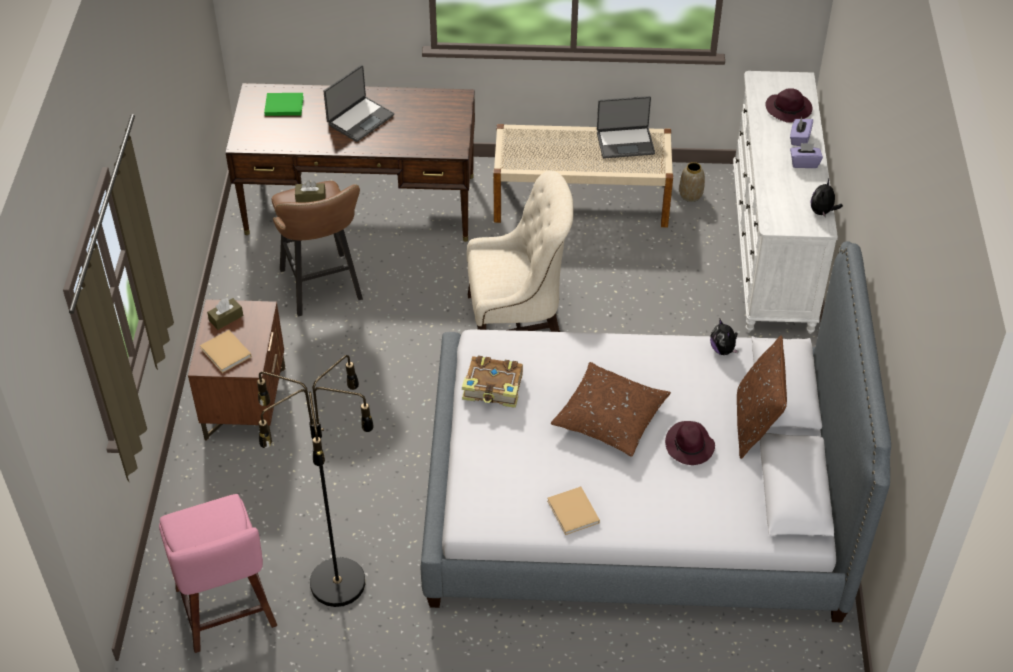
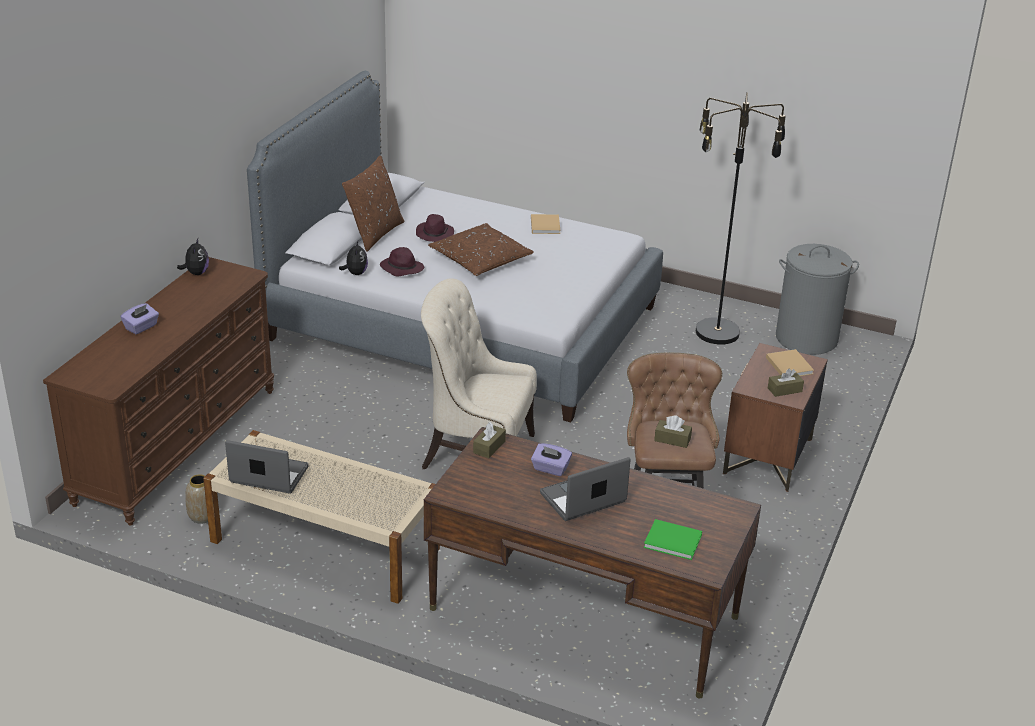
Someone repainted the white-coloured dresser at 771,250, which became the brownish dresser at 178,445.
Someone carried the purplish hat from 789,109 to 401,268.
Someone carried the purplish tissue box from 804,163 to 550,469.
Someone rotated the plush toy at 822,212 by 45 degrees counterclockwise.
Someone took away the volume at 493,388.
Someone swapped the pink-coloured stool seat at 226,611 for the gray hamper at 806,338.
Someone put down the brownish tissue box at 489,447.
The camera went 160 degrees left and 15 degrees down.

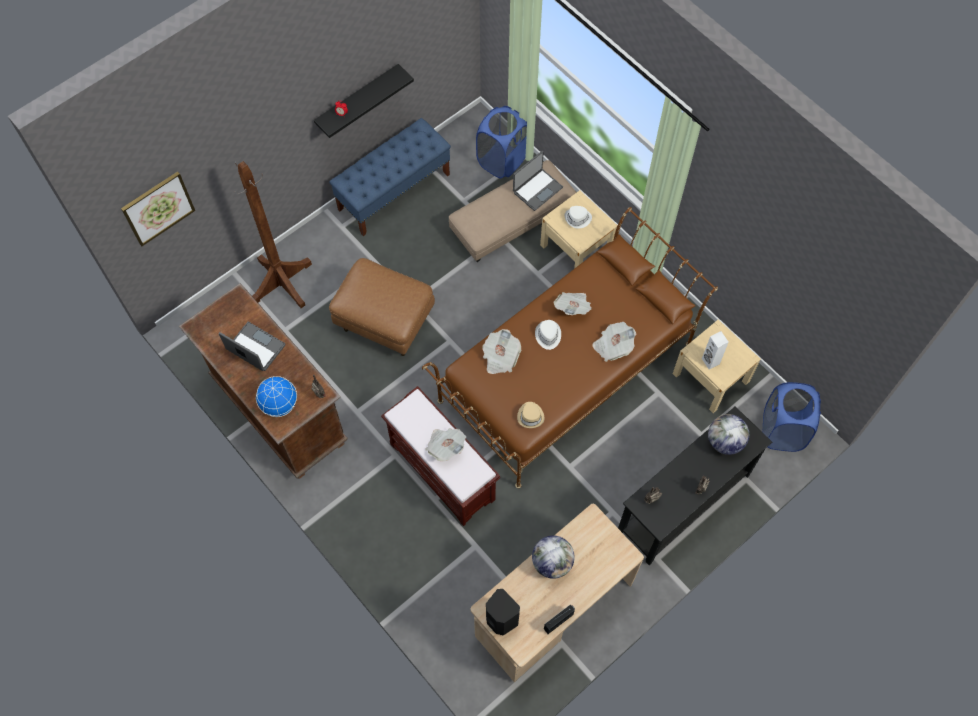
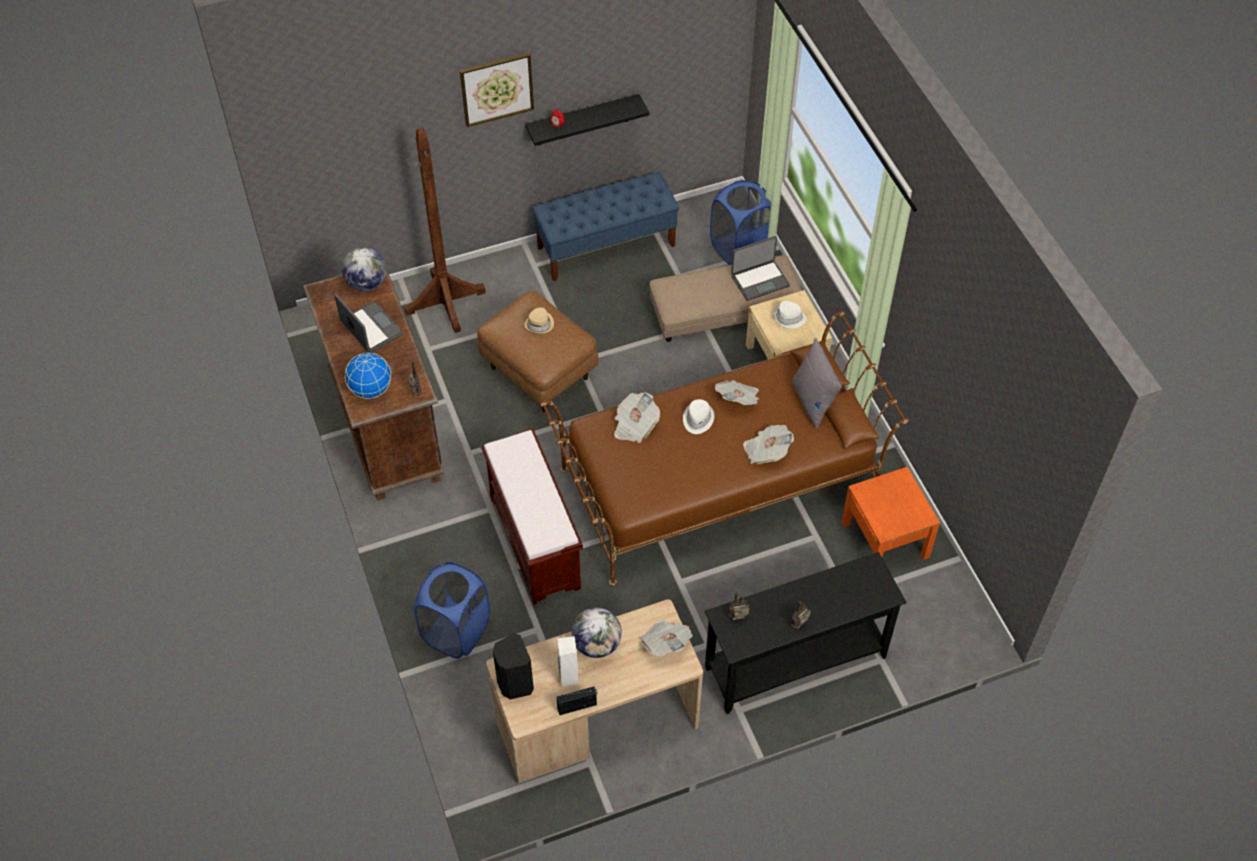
Someone carried the wall art from 158,208 to 496,88.
Someone repainted the beige bedside table at 710,377, which became the orangey bedside table at 885,539.
Someone carried the white-coloured audio speaker from 710,361 to 568,677.
Someone carried the blue-coloured hamper from 782,430 to 456,631.
Someone carried the beige hat from 530,416 to 540,324.
Someone carried the world globe from 724,441 to 366,283.
Someone carried the printed paper from 445,446 to 665,643.
Someone put down the gray cushion at 812,402.
The camera went 20 degrees right and 10 degrees down.

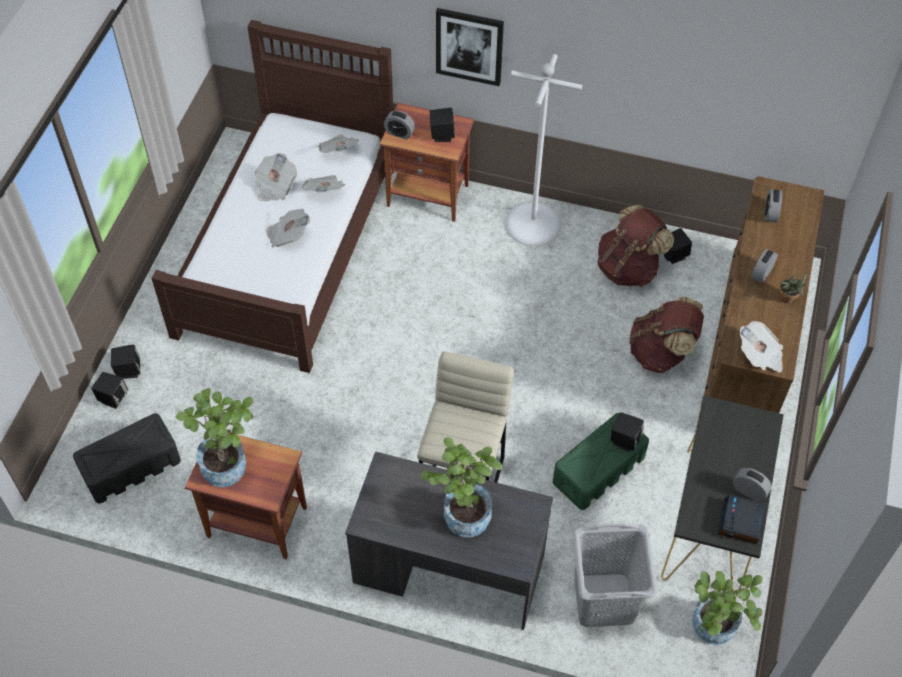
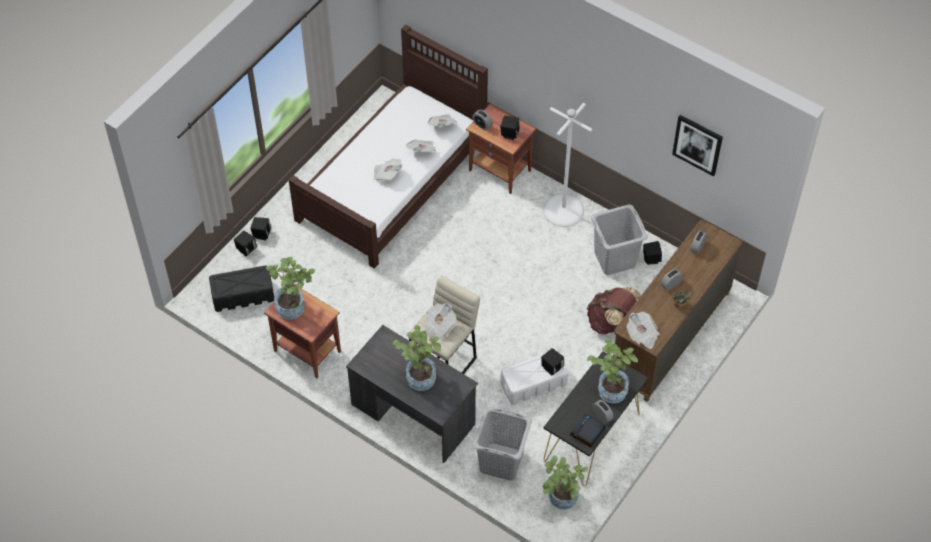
Someone carried the wall art from 469,46 to 697,144.
Someone carried the printed paper from 275,186 to 438,326.
Someone swapped the brownish backpack at 628,268 for the gray hamper at 615,259.
Someone repainted the greenish storage container at 598,470, which became the white-coloured storage container at 533,384.
Someone put down the houseplant at 610,387.
The camera went 20 degrees right and 0 degrees up.

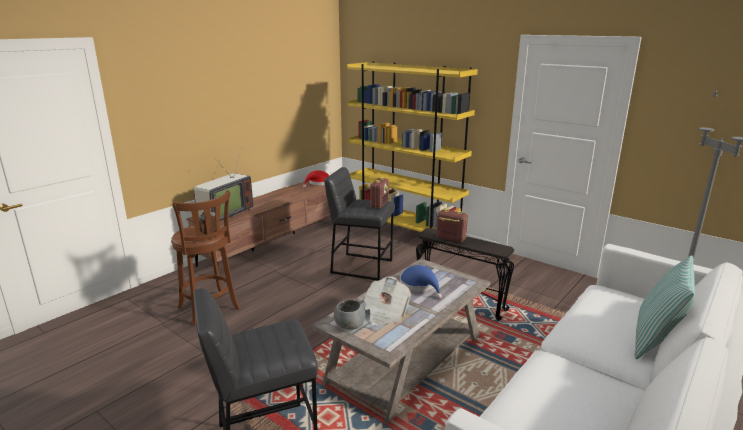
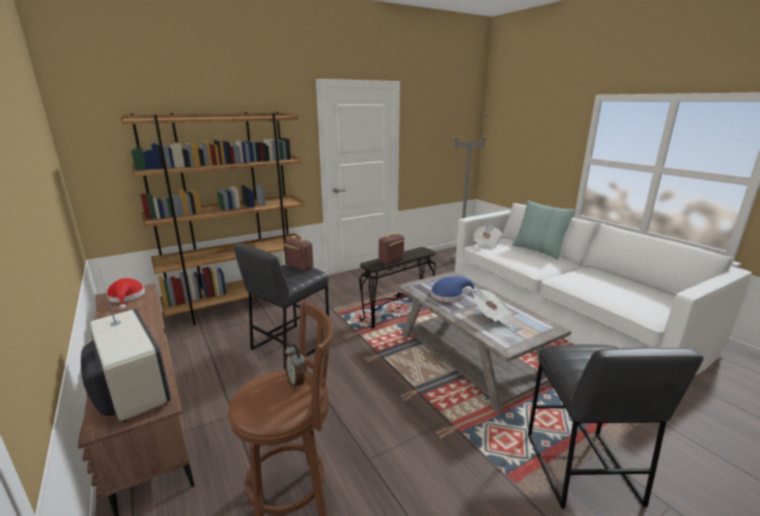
Someone repainted the yellow bookcase at 405,231, which became the brownish bookcase at 240,304.
Someone took away the gray deep dish at 349,326.
Someone put down the printed paper at 485,245.
The camera went 70 degrees left and 0 degrees up.

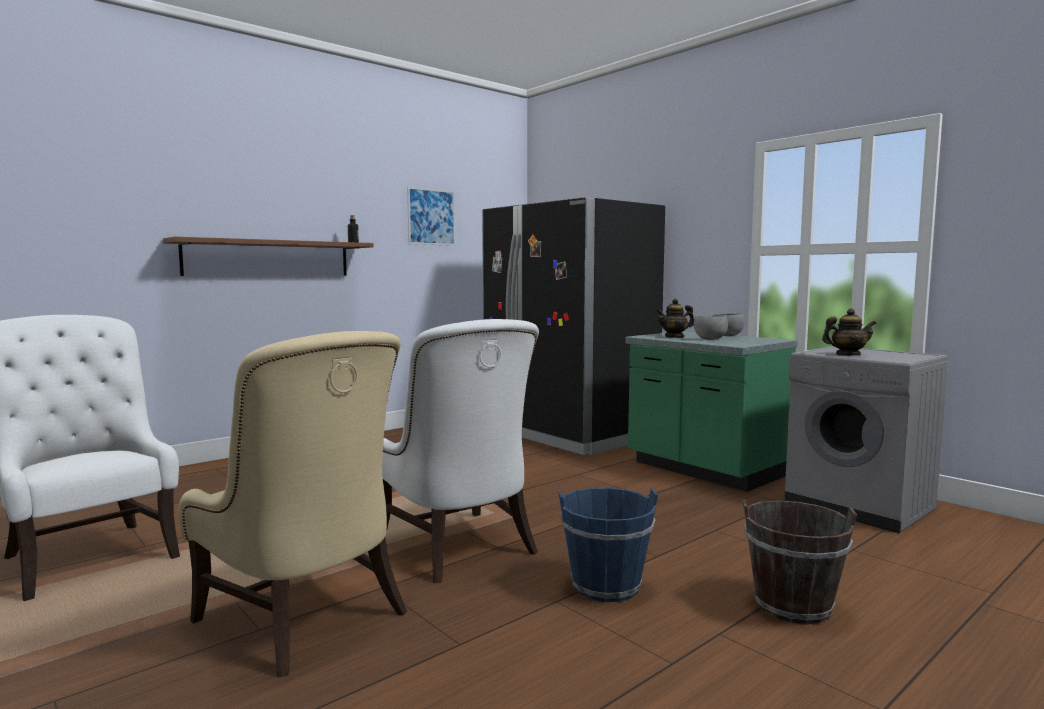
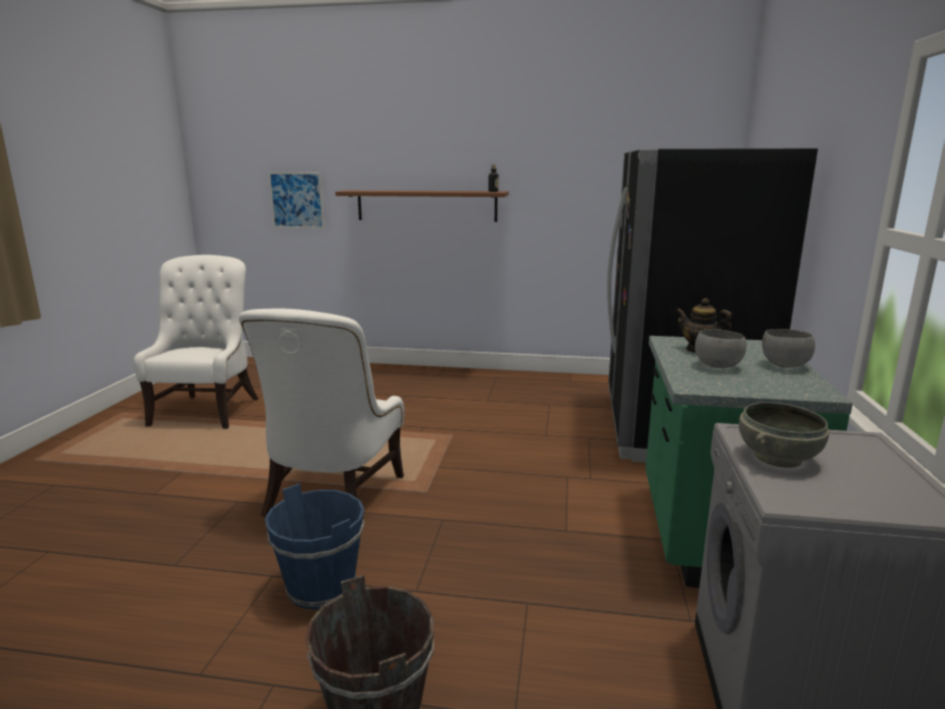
Someone carried the wall art from 431,217 to 296,200.
Someone swapped the teapot at 847,355 for the gray deep dish at 776,457.
Someone took away the beige upright chair at 305,617.
The camera went 50 degrees right and 10 degrees up.

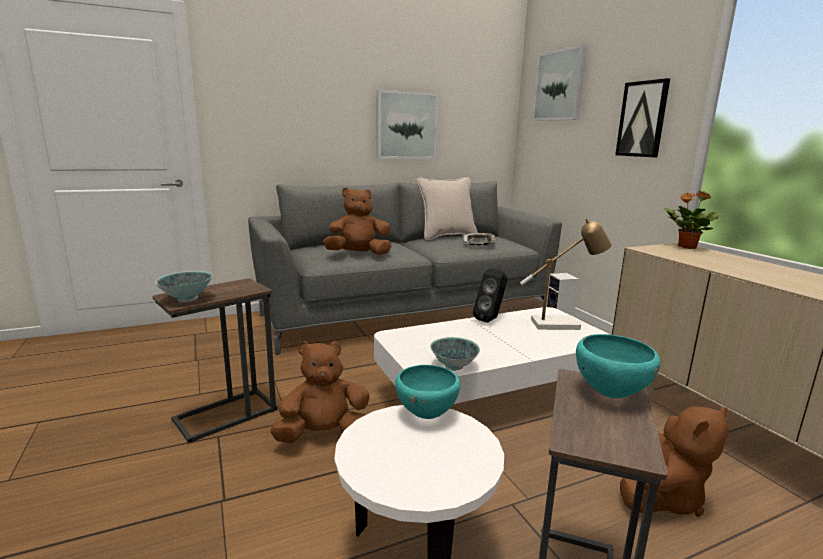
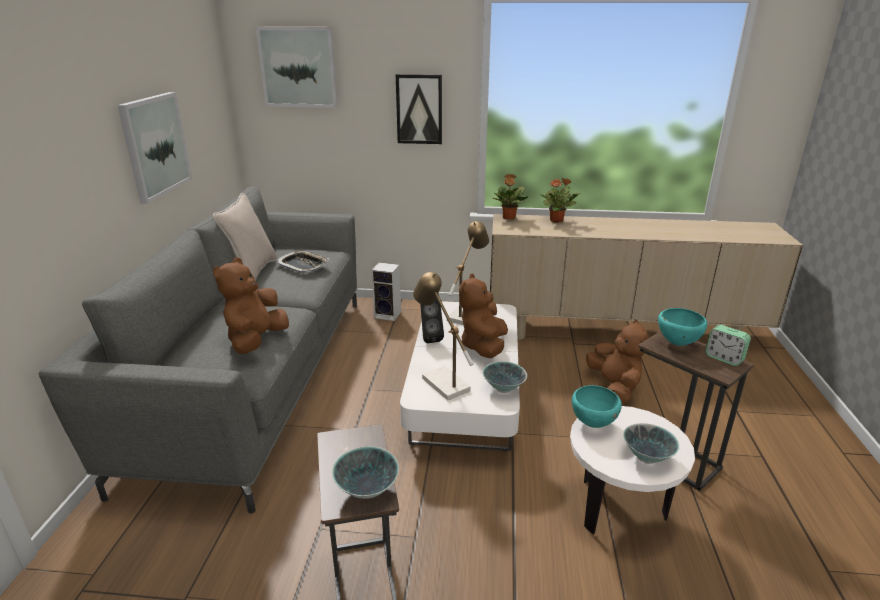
Someone carried the brownish plush toy from 324,435 to 483,346.
Someone put down the houseplant at 557,220.
Someone put down the table lamp at 441,381.
Someone put down the alarm clock at 724,358.
Someone put down the deep dish at 647,458.
The camera went 60 degrees left and 10 degrees up.

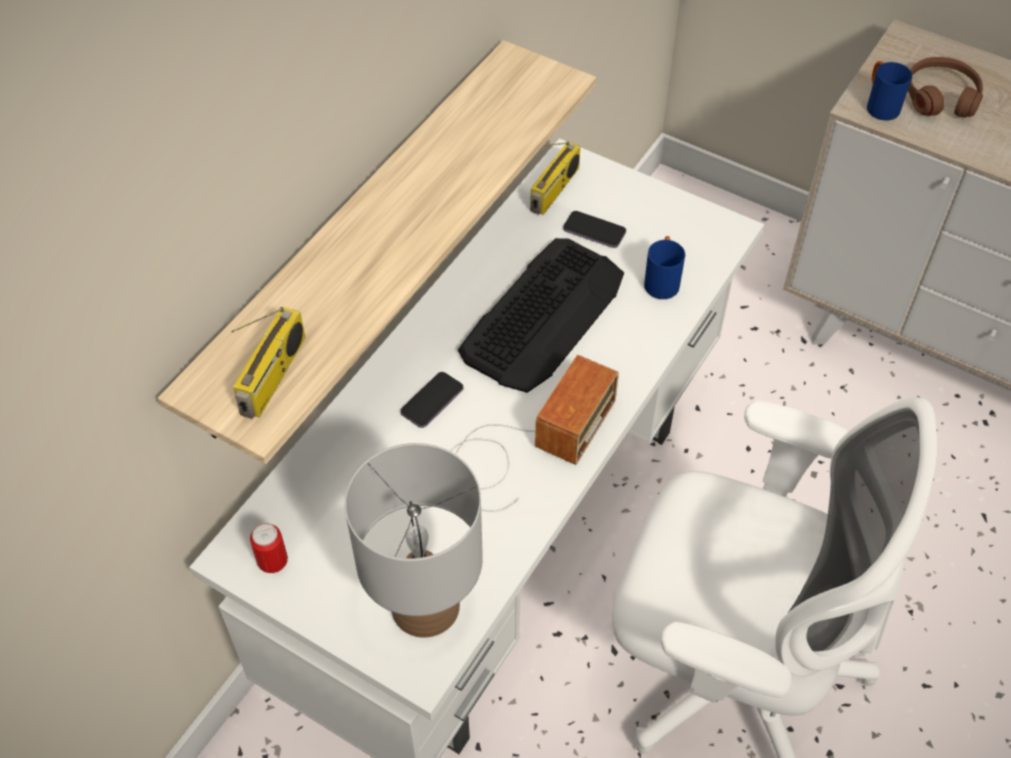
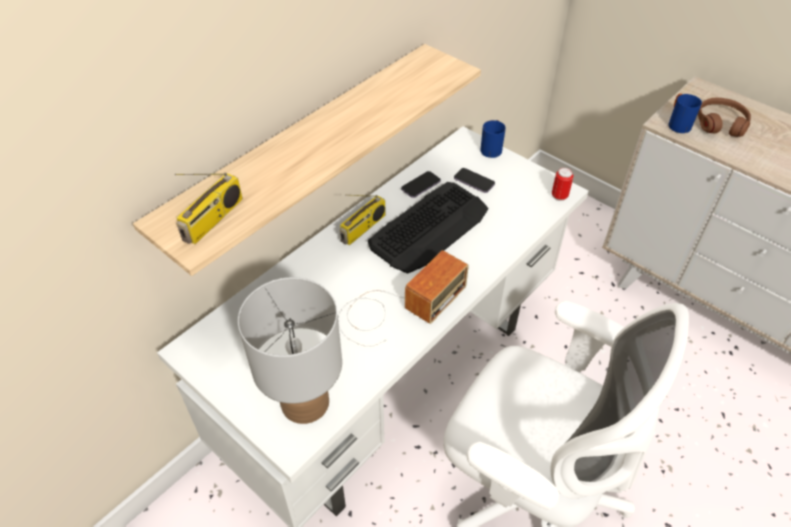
Someone carried the radio set from 555,190 to 363,229.
Someone carried the blue-coloured coffee mug from 662,281 to 491,148.
Someone carried the handset from 432,401 to 420,185.
Someone carried the can from 273,562 to 559,196.
The camera went 10 degrees right and 5 degrees down.

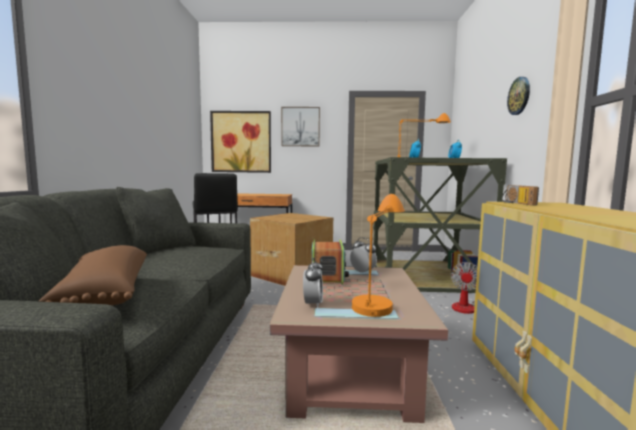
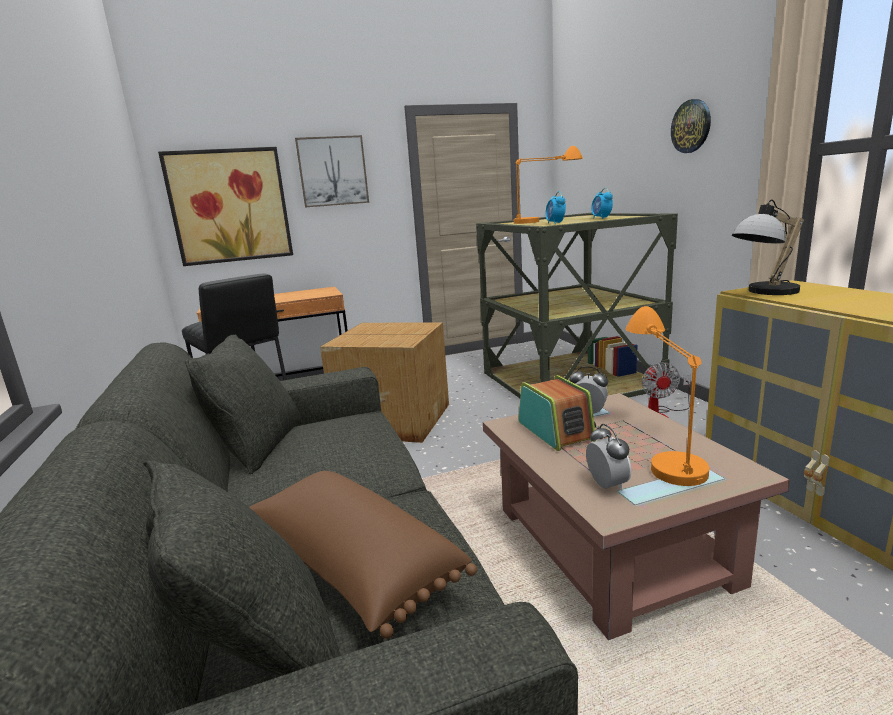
Someone swapped the radio set at 516,203 for the table lamp at 765,292.
The camera went 20 degrees left and 10 degrees up.

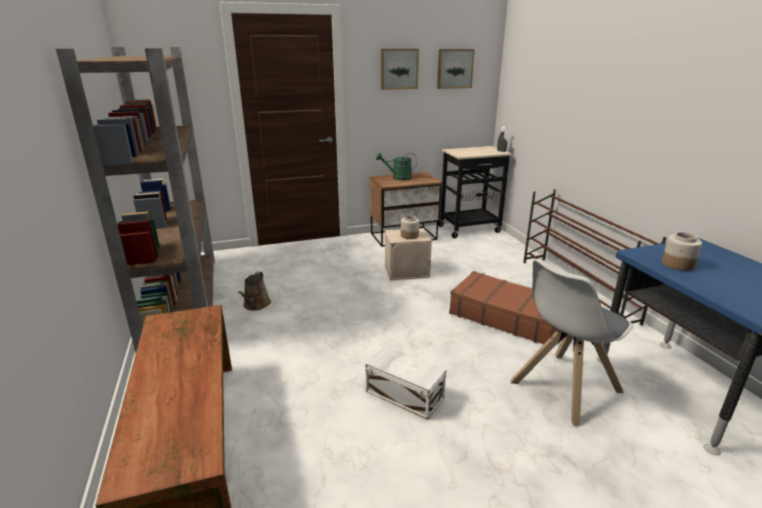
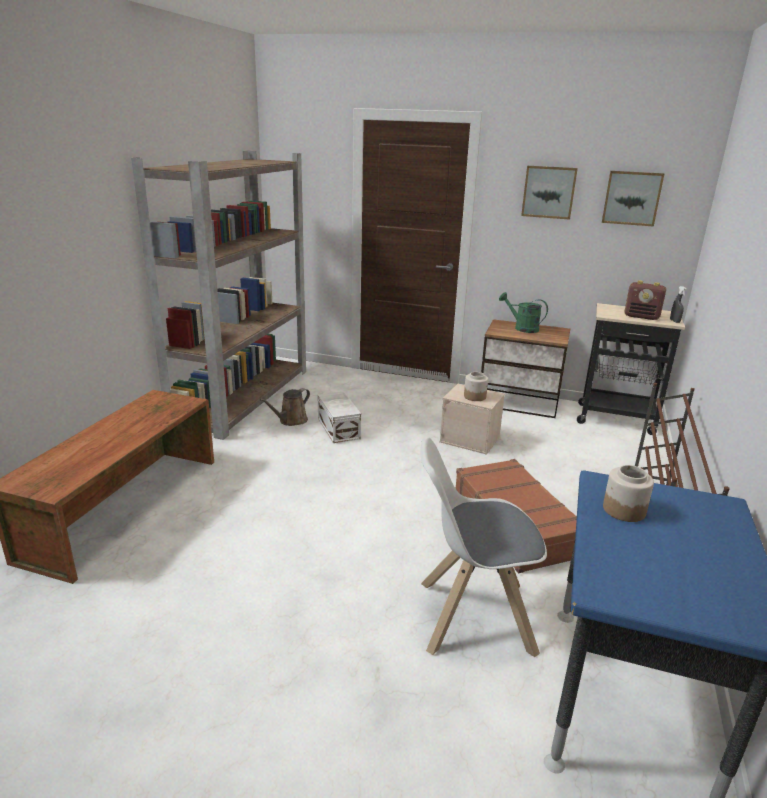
Someone carried the white-coloured storage container from 404,393 to 339,428.
Someone put down the radio set at 642,317.
The camera went 35 degrees right and 0 degrees up.

